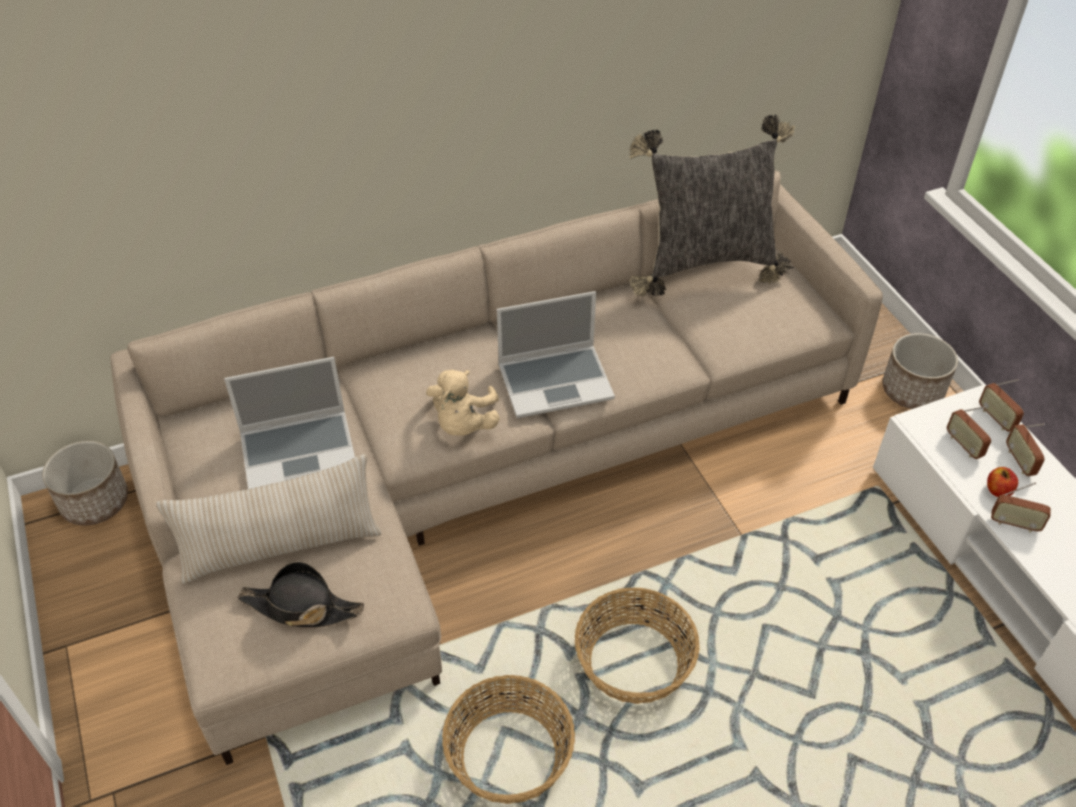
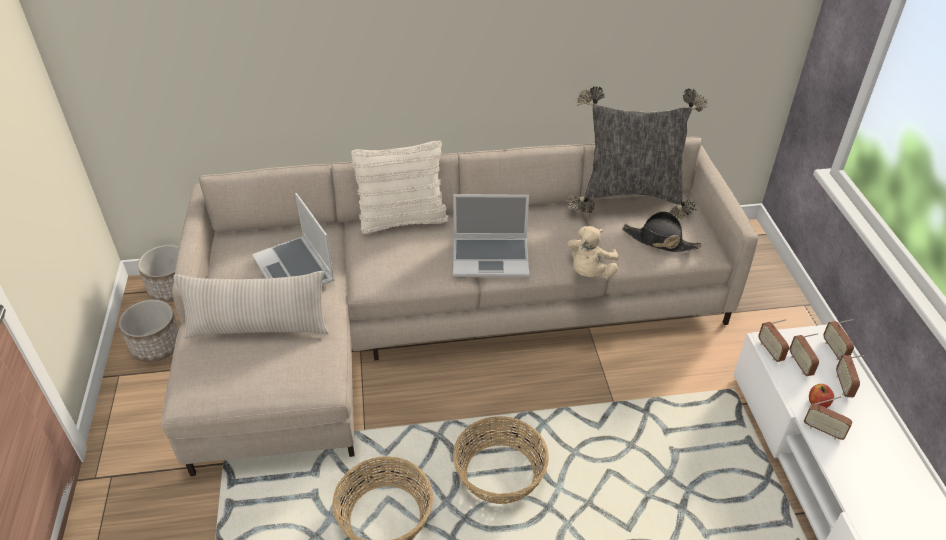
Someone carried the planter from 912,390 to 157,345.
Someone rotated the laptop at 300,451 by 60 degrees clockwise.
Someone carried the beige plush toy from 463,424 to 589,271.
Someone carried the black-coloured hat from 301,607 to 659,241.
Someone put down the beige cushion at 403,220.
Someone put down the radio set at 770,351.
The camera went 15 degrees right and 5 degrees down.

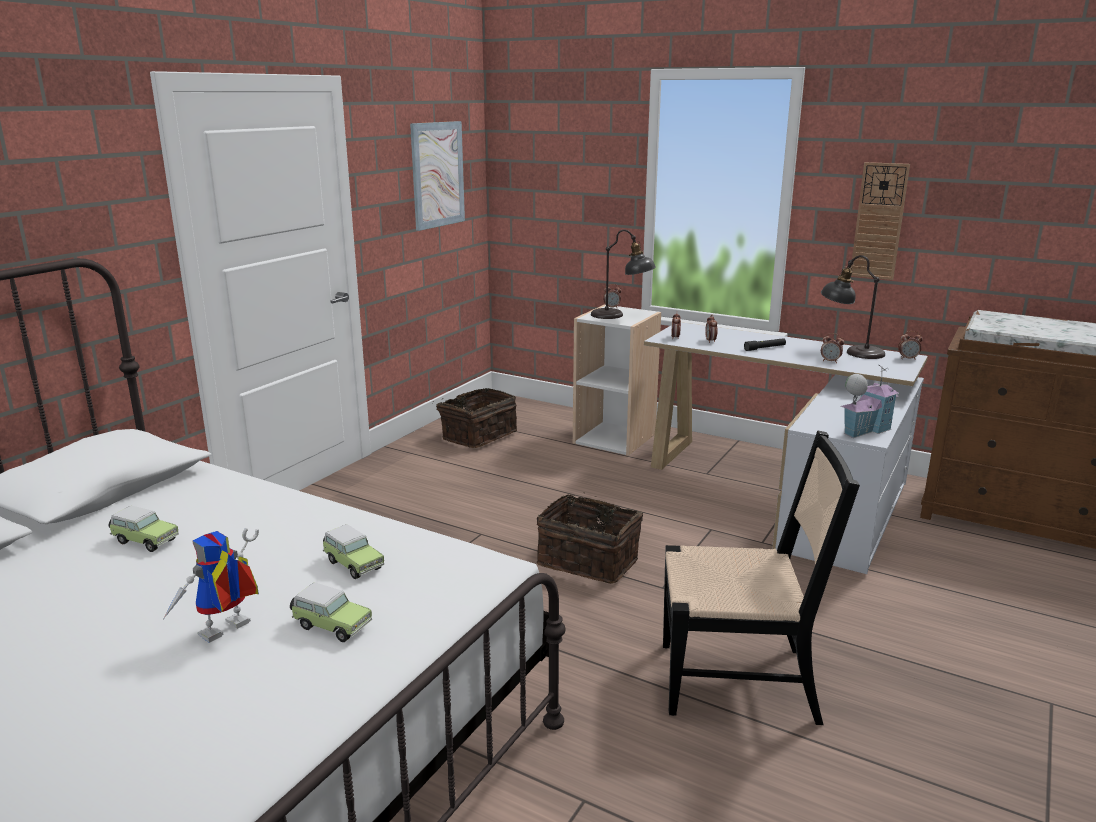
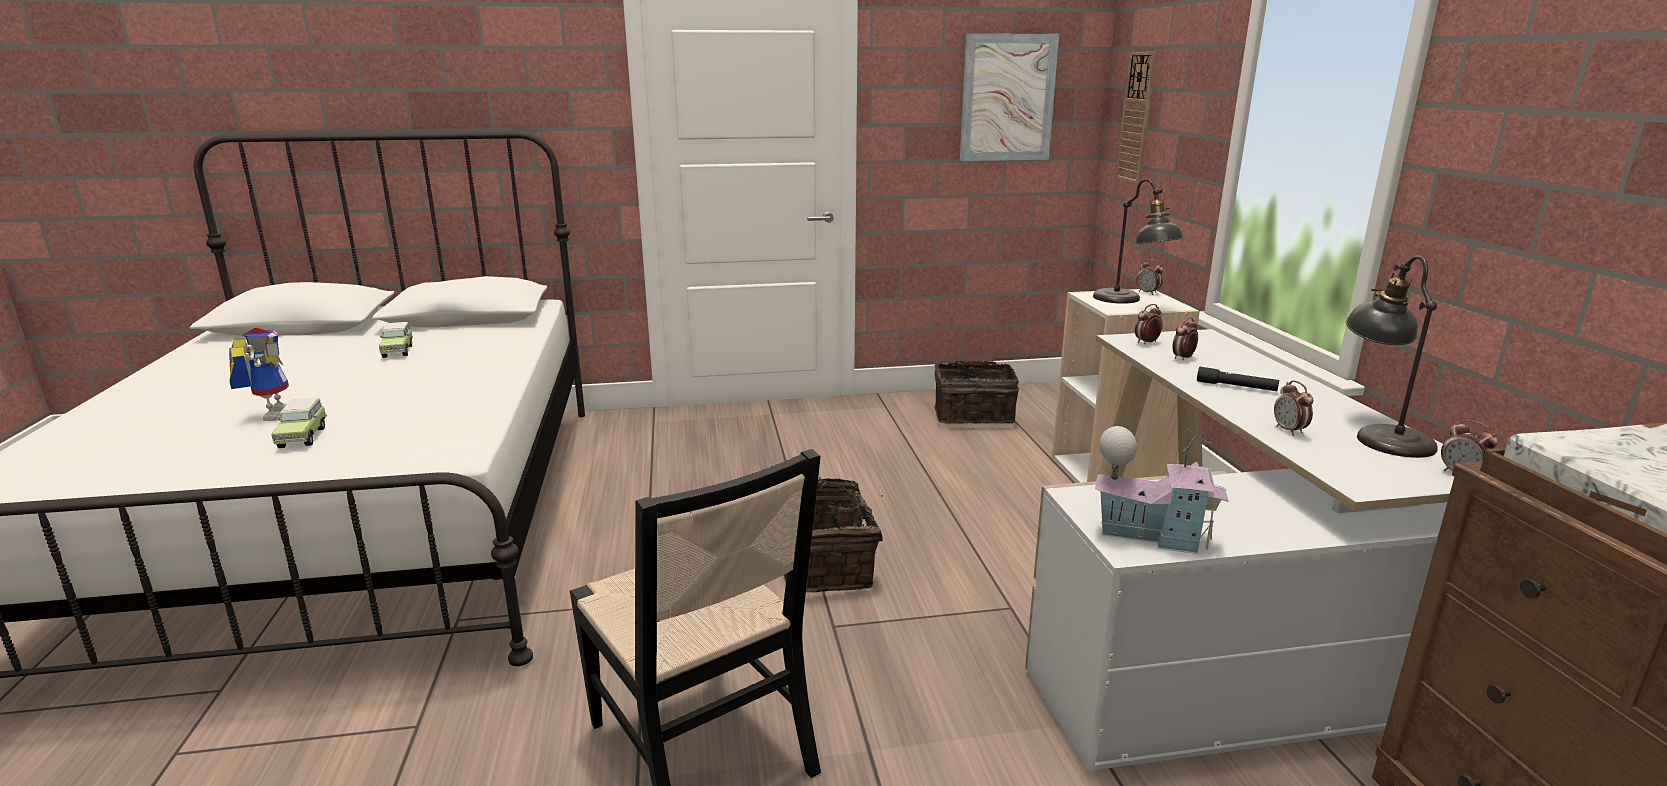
Someone carried the wall clock from 879,221 to 1136,117.
Someone took away the model car at 353,564.
Someone rotated the robot figure at 225,634 by 75 degrees clockwise.
The camera went 50 degrees right and 0 degrees up.

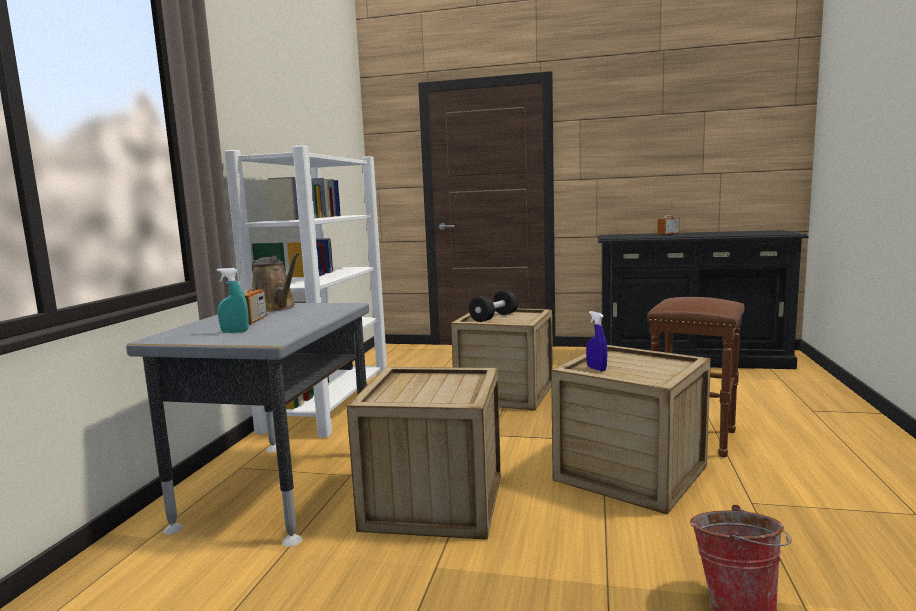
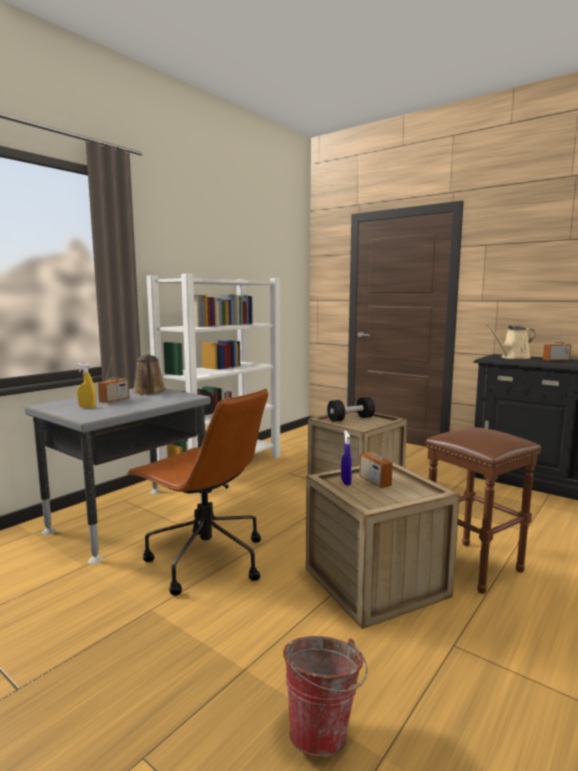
Someone repainted the turquoise sprayer at 235,332, which became the yellow sprayer at 87,407.
Someone swapped the shipping crate at 434,502 for the brownish office chair at 205,560.
Someone put down the beige watering can at 512,357.
Someone put down the radio set at 374,481.
The camera went 25 degrees right and 0 degrees up.

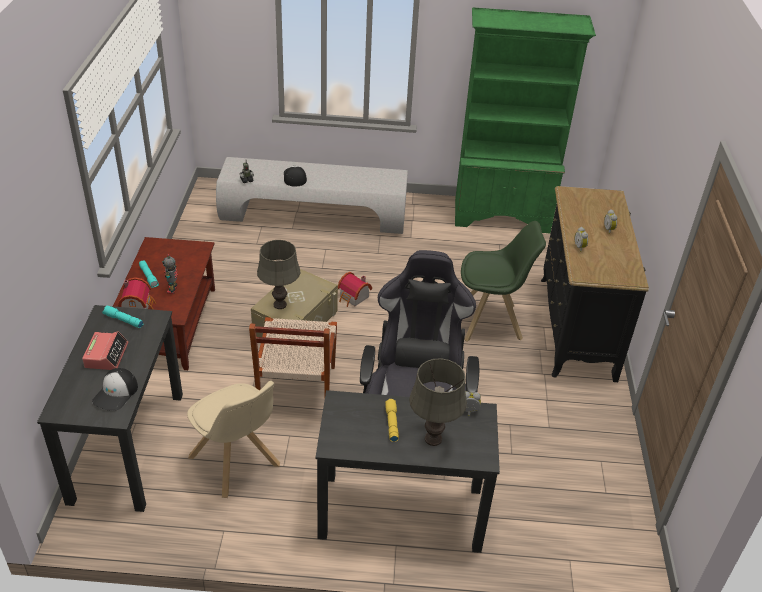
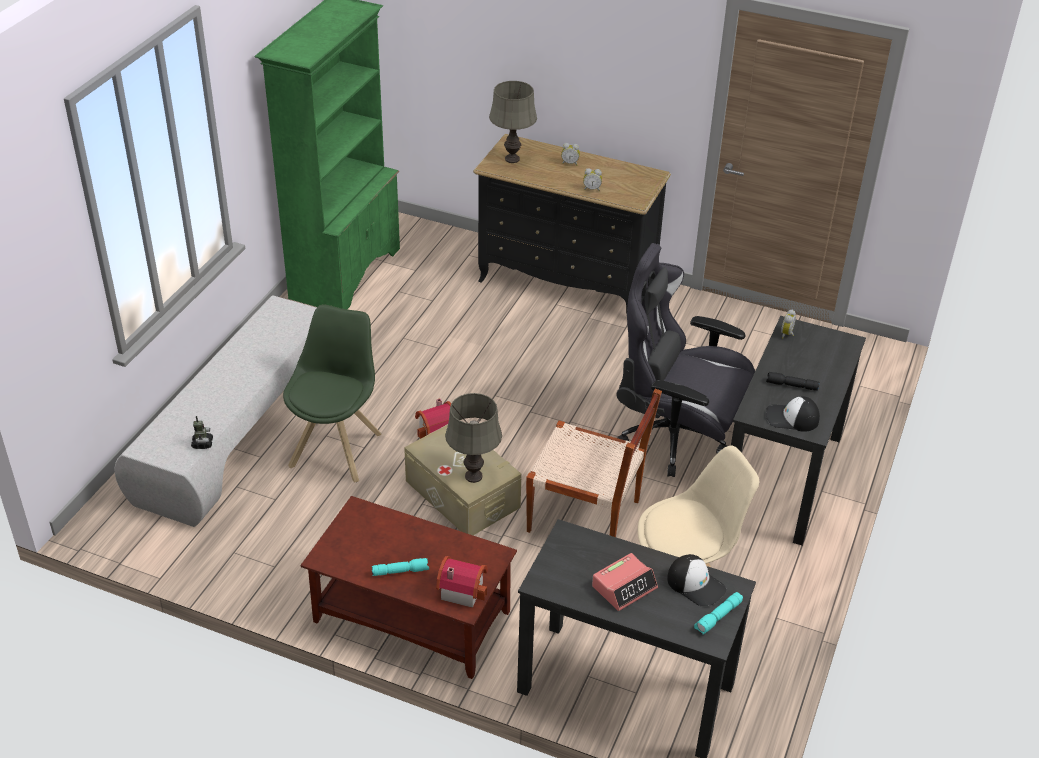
Someone carried the cap from 294,177 to 791,418.
Someone carried the greenish upright chair from 490,322 to 337,450.
Someone took away the robot figure at 173,290.
Someone carried the turquoise torch from 123,320 to 718,617.
Someone rotated the alarm clock at 106,355 by 120 degrees clockwise.
Someone carried the gray table lamp from 433,439 to 512,159.
Someone repainted the yellow torch at 391,423, which became the black-coloured torch at 791,386.
The camera went 70 degrees left and 0 degrees up.

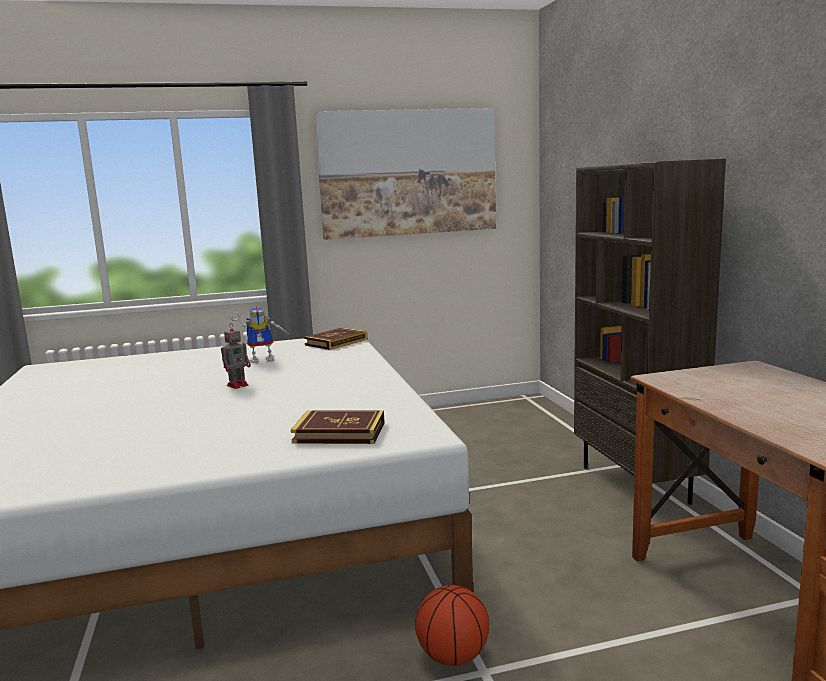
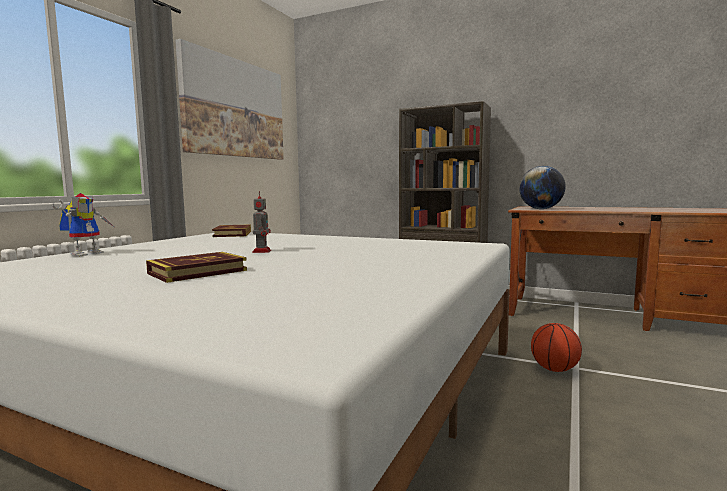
Someone carried the robot figure from 264,359 to 87,253.
Someone carried the volume from 339,433 to 197,272.
Someone put down the world globe at 541,209.
The camera went 50 degrees left and 5 degrees down.

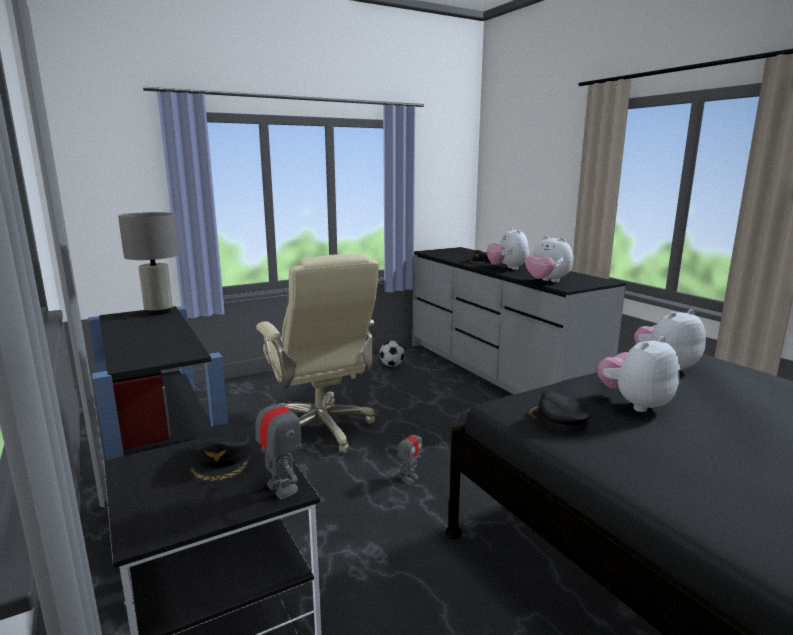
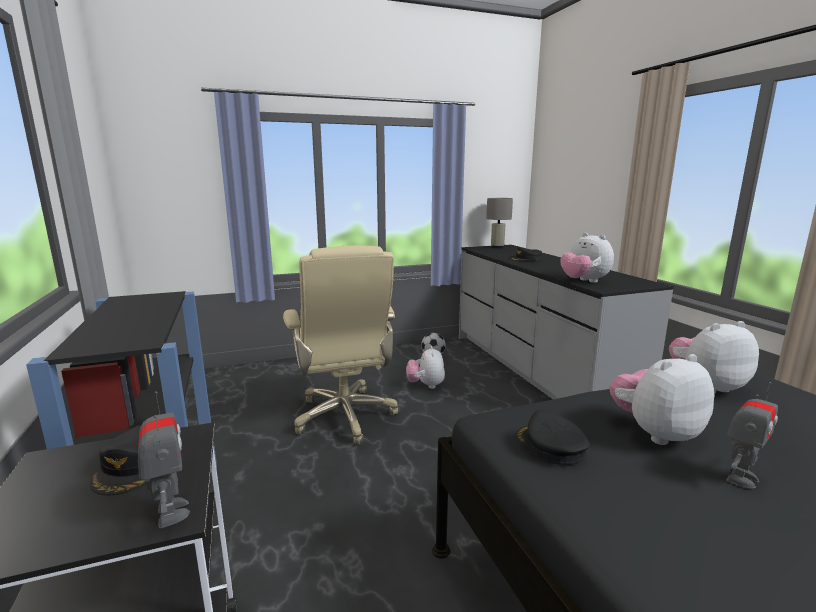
Someone carried the gray table lamp from 158,312 to 497,247.
Someone carried the plush toy from 507,268 to 426,385.
Someone carried the robot figure from 409,477 to 740,478.
The camera went 10 degrees right and 0 degrees up.

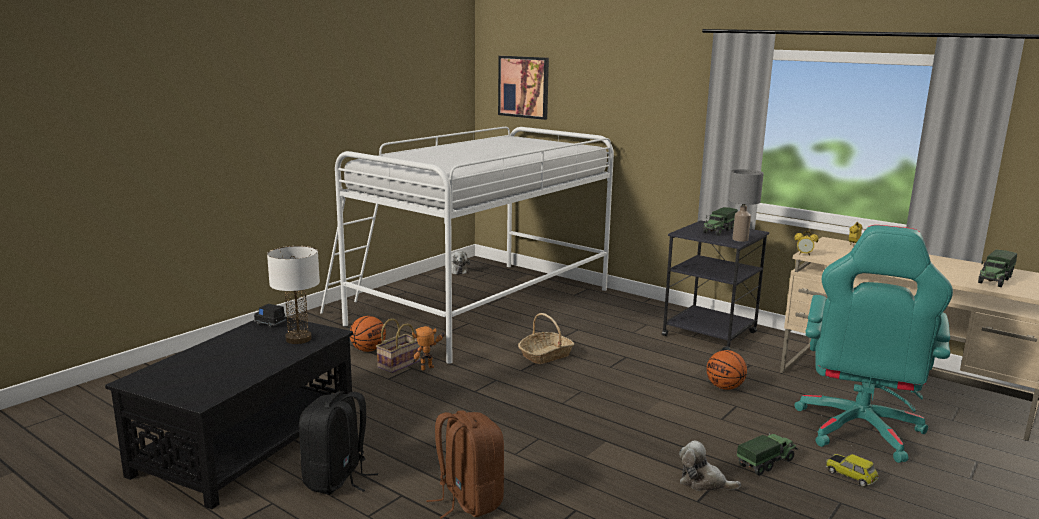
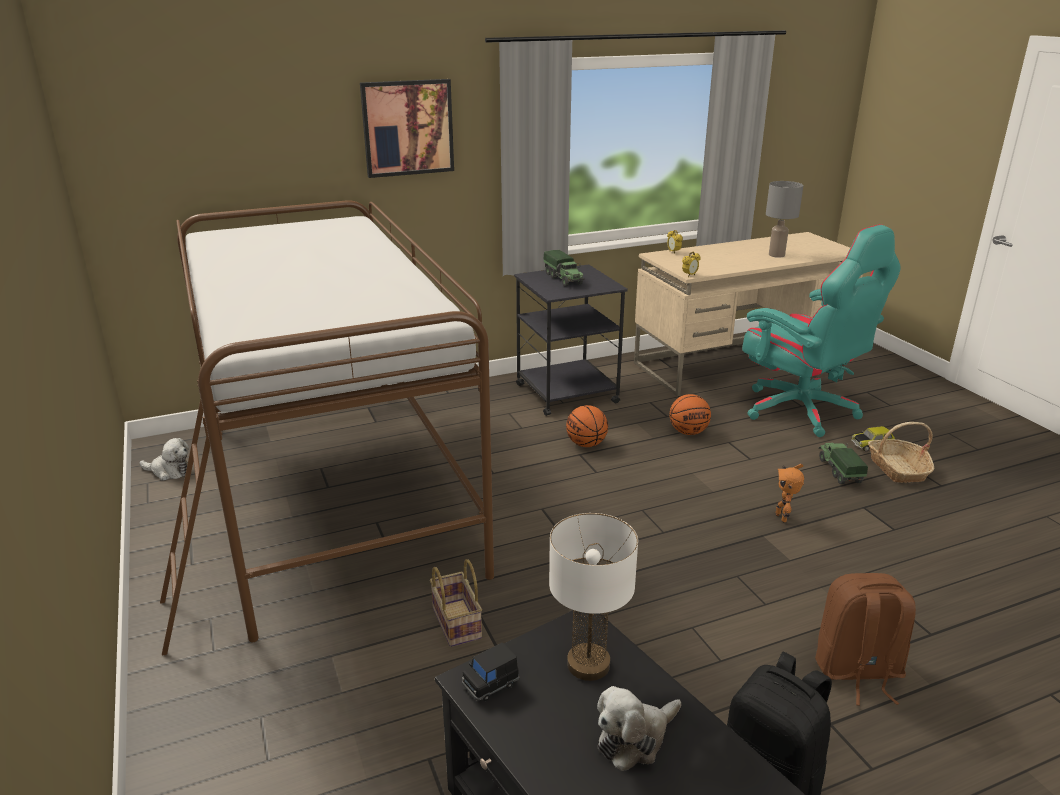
Someone carried the wall art from 524,87 to 407,128.
Someone repainted the white-coloured sleeping bed at 479,306, which became the brownish sleeping bed at 330,496.
Someone carried the gray table lamp from 740,239 to 777,255.
Someone took away the toy truck at 994,280.
Someone carried the household basket from 545,355 to 897,469.
Someone carried the basketball from 368,350 to 586,444.
Someone carried the robot figure from 429,369 to 783,517.
Someone carried the plush toy from 703,482 to 635,739.
The camera went 60 degrees left and 10 degrees up.

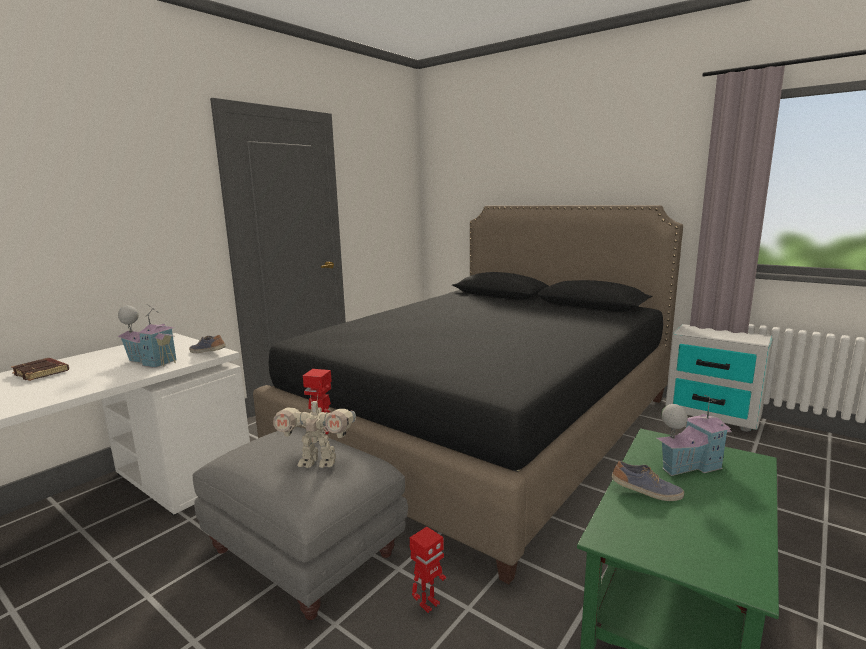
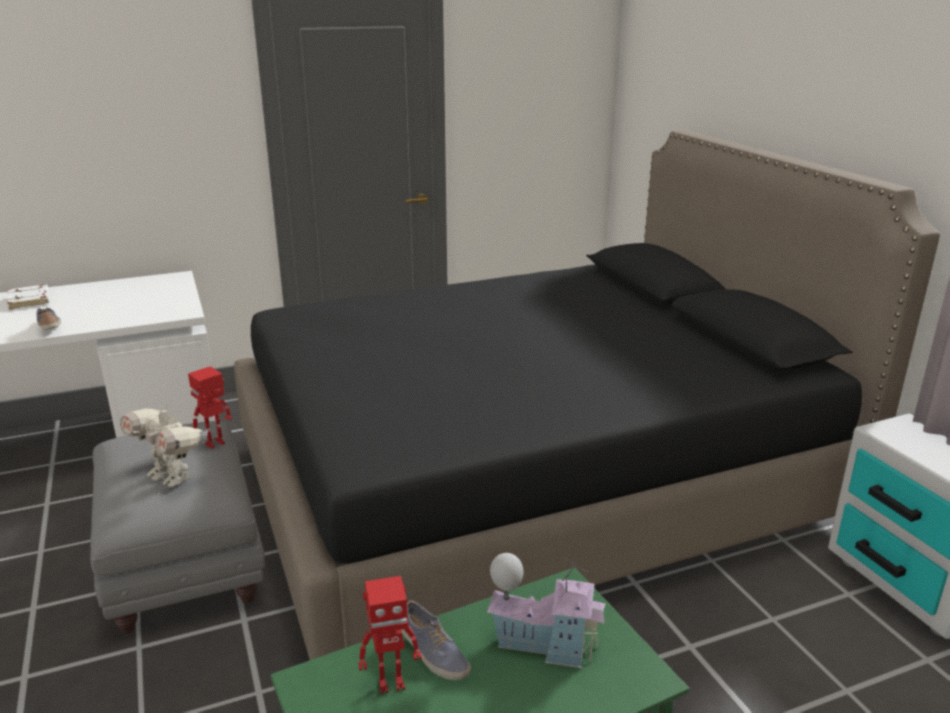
Someone took away the miniature house at 152,361.
Someone carried the shoe from 208,352 to 50,328.
Someone repainted the brownish volume at 42,372, which became the white-coloured volume at 30,301.
Someone carried the robot figure from 428,604 to 391,683.
The camera went 30 degrees right and 10 degrees up.

